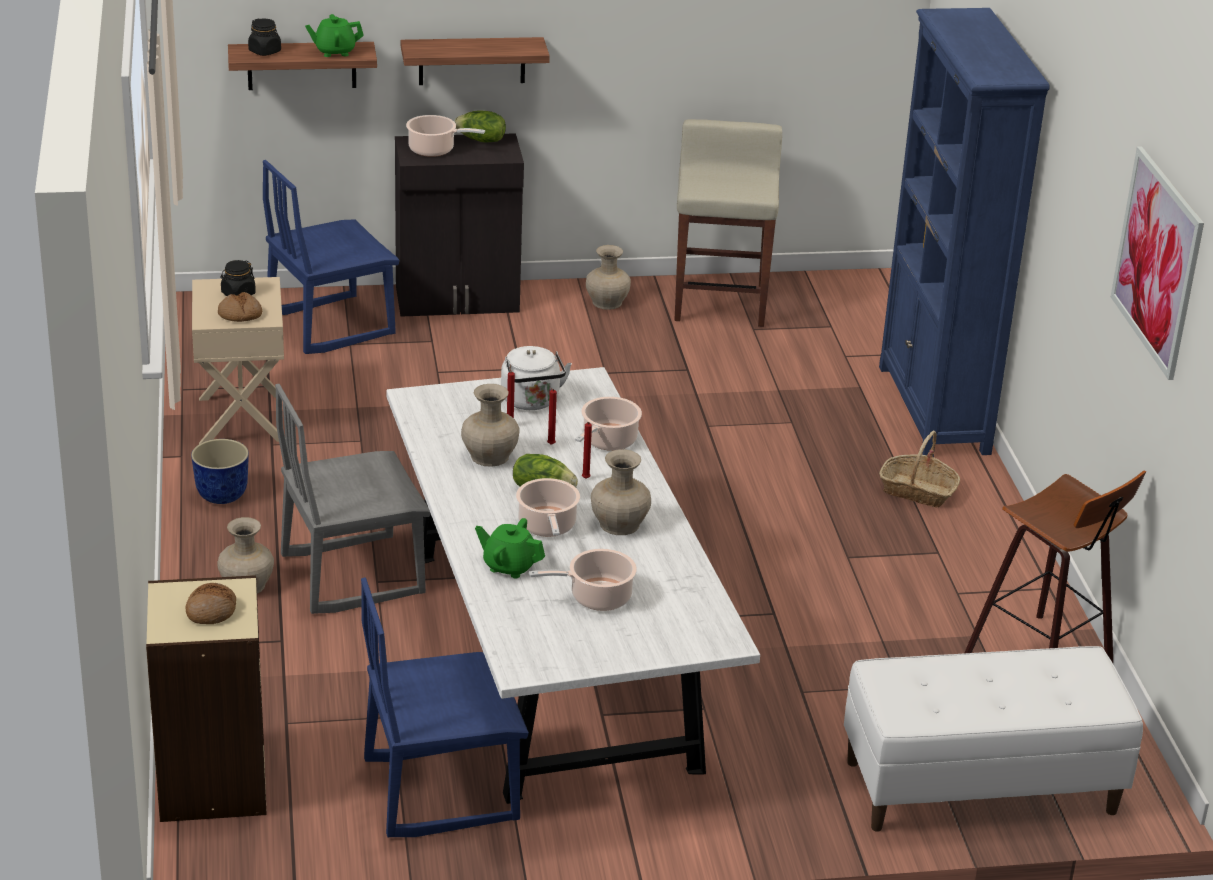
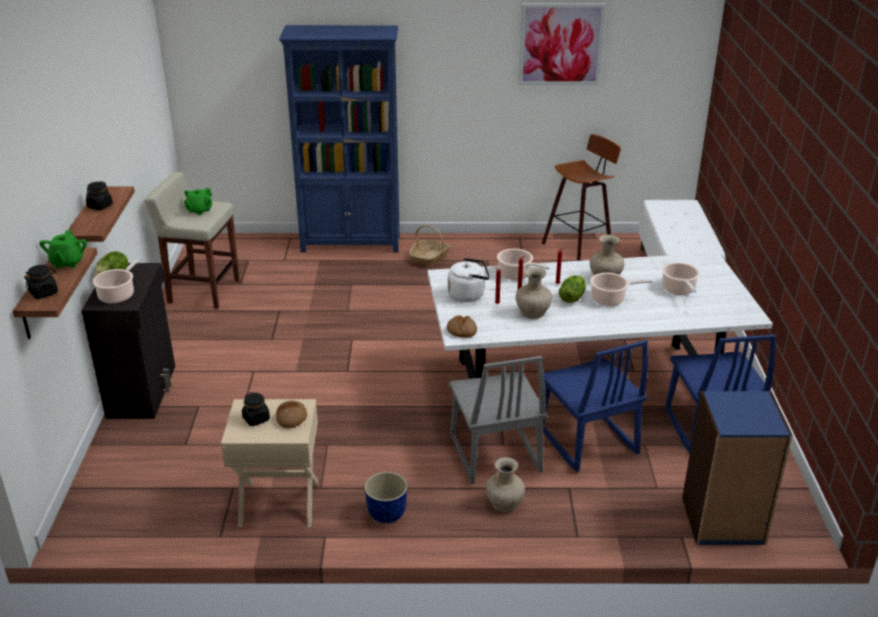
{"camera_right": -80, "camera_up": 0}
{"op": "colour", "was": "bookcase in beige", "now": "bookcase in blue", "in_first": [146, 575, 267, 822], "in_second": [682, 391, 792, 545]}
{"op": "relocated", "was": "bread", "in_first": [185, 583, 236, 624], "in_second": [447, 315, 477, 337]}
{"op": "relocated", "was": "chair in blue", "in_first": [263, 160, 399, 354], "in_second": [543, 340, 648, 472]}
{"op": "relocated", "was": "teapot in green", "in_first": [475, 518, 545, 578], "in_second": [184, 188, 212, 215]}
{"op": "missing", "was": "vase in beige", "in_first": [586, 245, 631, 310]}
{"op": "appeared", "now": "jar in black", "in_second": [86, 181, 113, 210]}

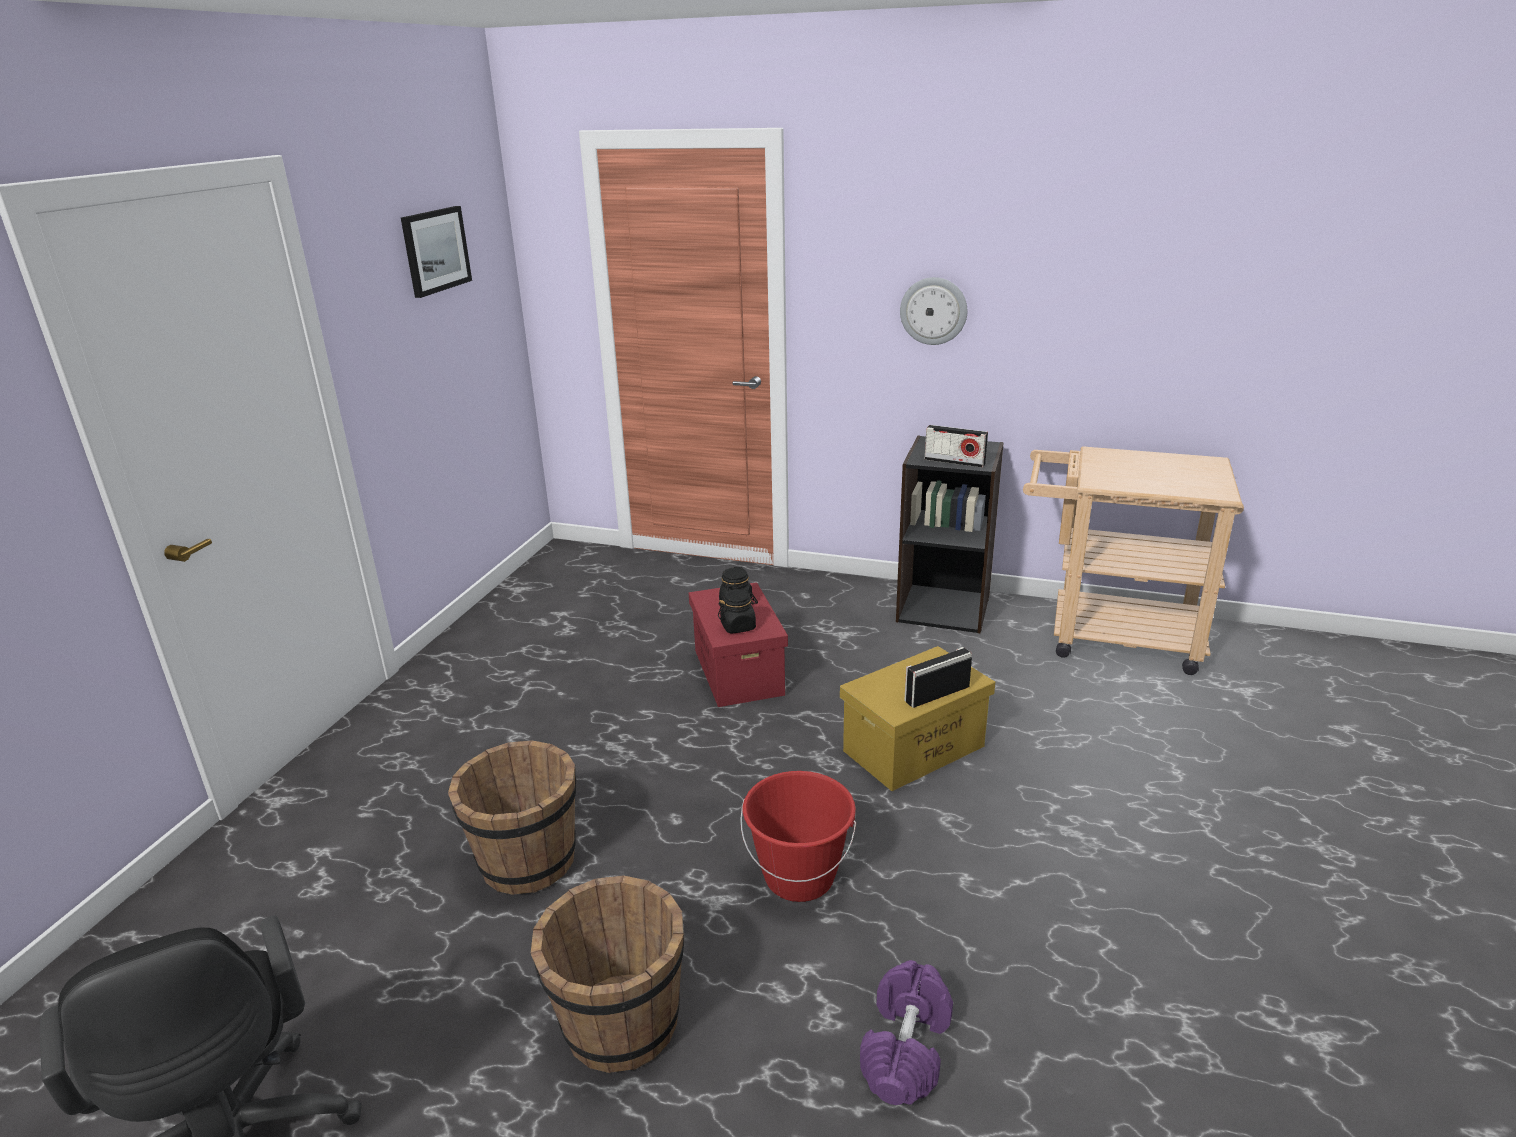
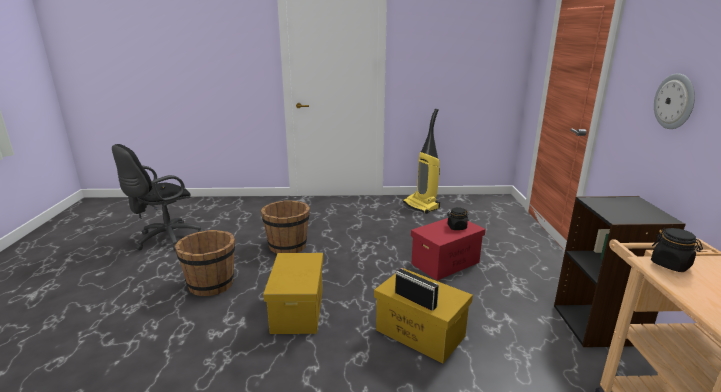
{"camera_right": 70, "camera_up": -5}
{"op": "missing", "was": "picture", "in_first": [401, 206, 472, 298]}
{"op": "relocated", "was": "jar in black", "in_first": [718, 589, 758, 633], "in_second": [651, 228, 703, 272]}
{"op": "exchanged", "was": "bucket in red", "now": "storage box in yellow", "in_first": [740, 771, 856, 902], "in_second": [263, 253, 323, 334]}
{"op": "missing", "was": "dumbbell in purple", "in_first": [860, 960, 953, 1105]}
{"op": "missing", "was": "radio", "in_first": [925, 425, 988, 468]}
{"op": "appeared", "now": "vacuum cleaner", "in_second": [403, 109, 440, 214]}

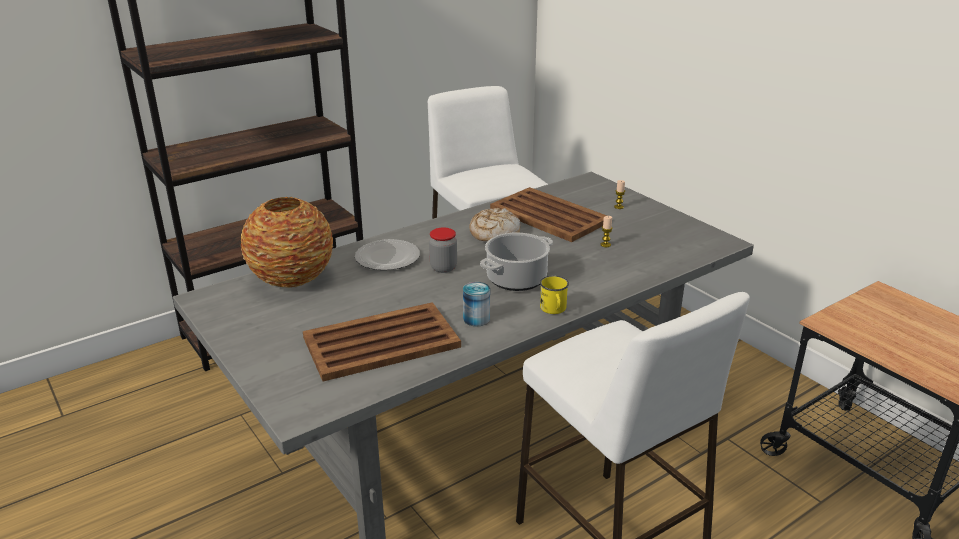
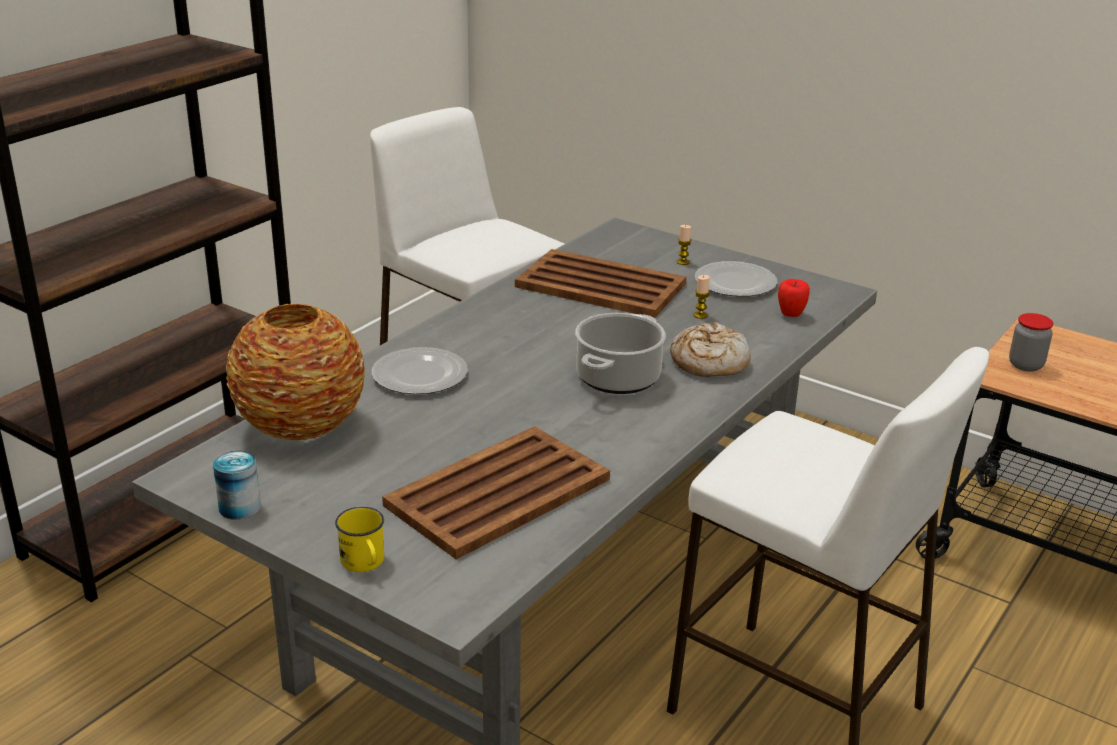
{"camera_right": -20, "camera_up": 0}
{"op": "relocated", "was": "jar", "in_first": [429, 227, 457, 273], "in_second": [1009, 313, 1054, 372]}
{"op": "relocated", "was": "can", "in_first": [463, 282, 490, 326], "in_second": [213, 450, 261, 520]}
{"op": "relocated", "was": "bread", "in_first": [469, 208, 520, 241], "in_second": [670, 322, 751, 377]}
{"op": "relocated", "was": "mug in yellow", "in_first": [540, 276, 569, 314], "in_second": [335, 507, 384, 572]}
{"op": "appeared", "now": "plate", "in_second": [695, 261, 777, 297]}
{"op": "appeared", "now": "apple", "in_second": [778, 279, 810, 317]}

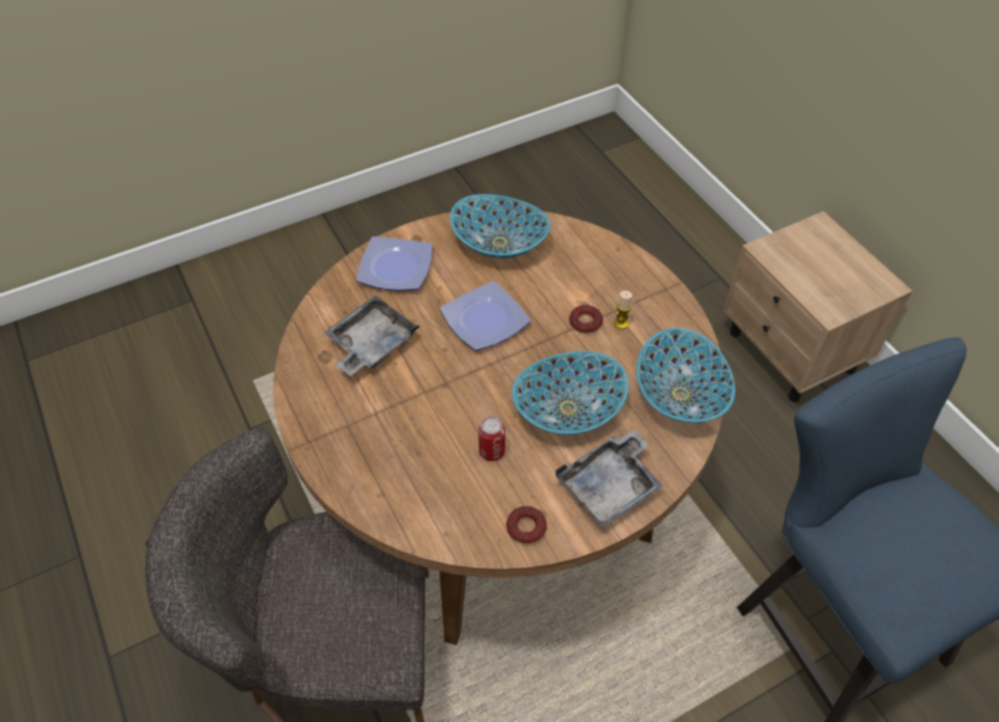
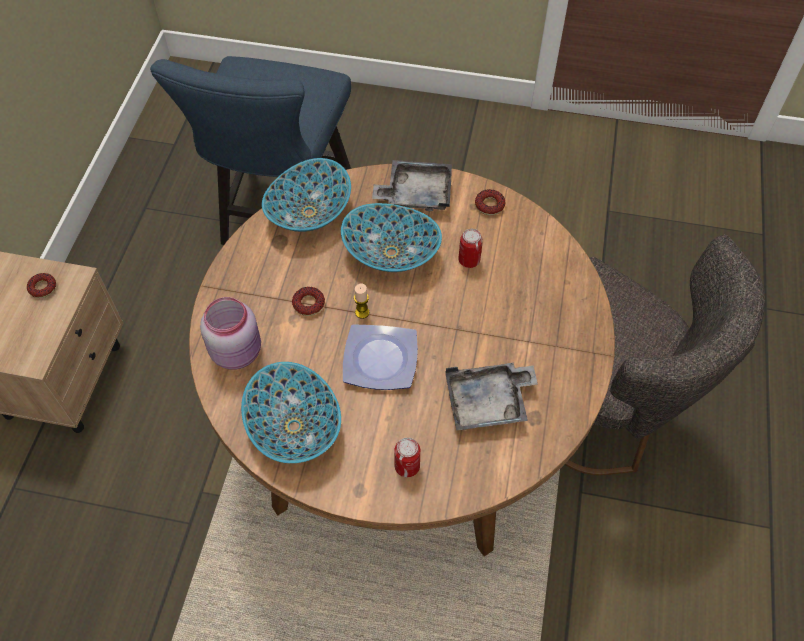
{"camera_right": -140, "camera_up": 5}
{"op": "exchanged", "was": "plate", "now": "can", "in_first": [356, 236, 433, 291], "in_second": [394, 438, 420, 478]}
{"op": "relocated", "was": "candle", "in_first": [614, 291, 632, 329], "in_second": [354, 284, 369, 319]}
{"op": "appeared", "now": "donut", "in_second": [27, 273, 56, 298]}
{"op": "appeared", "now": "jar in pink", "in_second": [200, 297, 261, 370]}

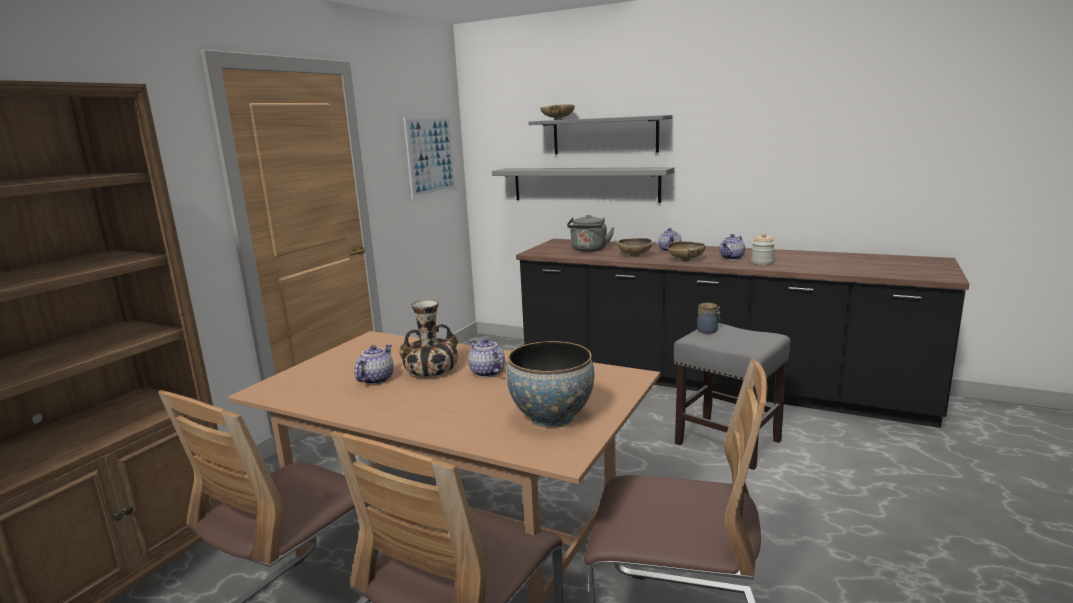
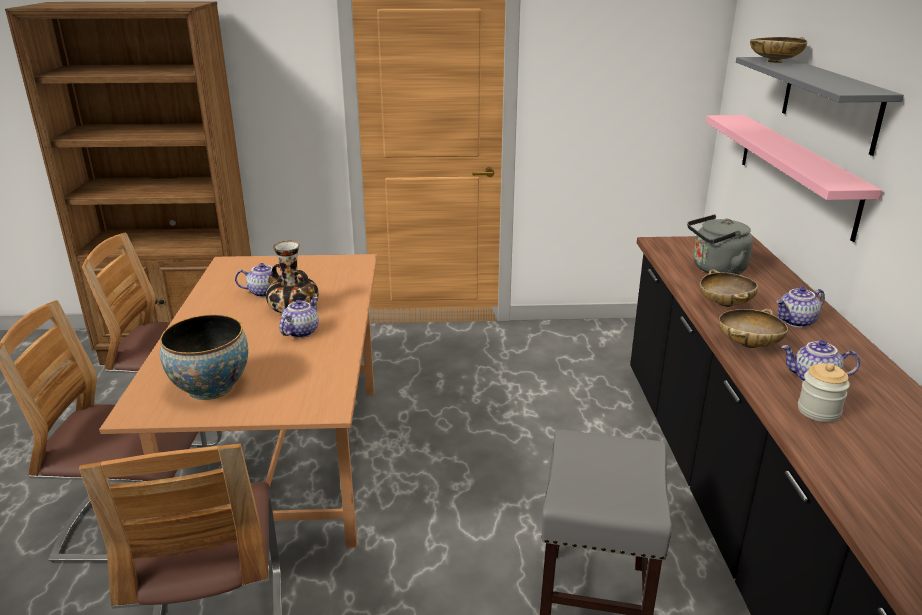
{"camera_right": 60, "camera_up": 10}
{"op": "missing", "was": "picture", "in_first": [404, 116, 457, 199]}
{"op": "colour", "was": "shelf in grey", "now": "shelf in pink", "in_first": [492, 167, 674, 203], "in_second": [706, 115, 882, 242]}
{"op": "missing", "was": "jar", "in_first": [697, 303, 720, 334]}

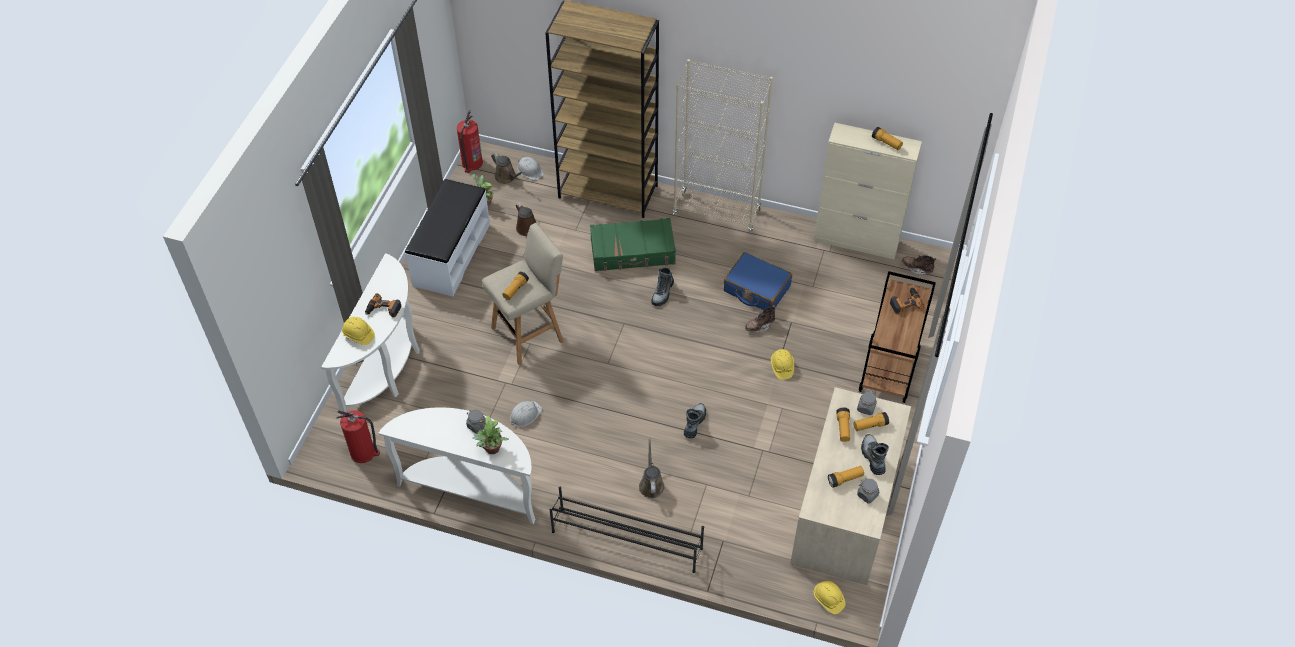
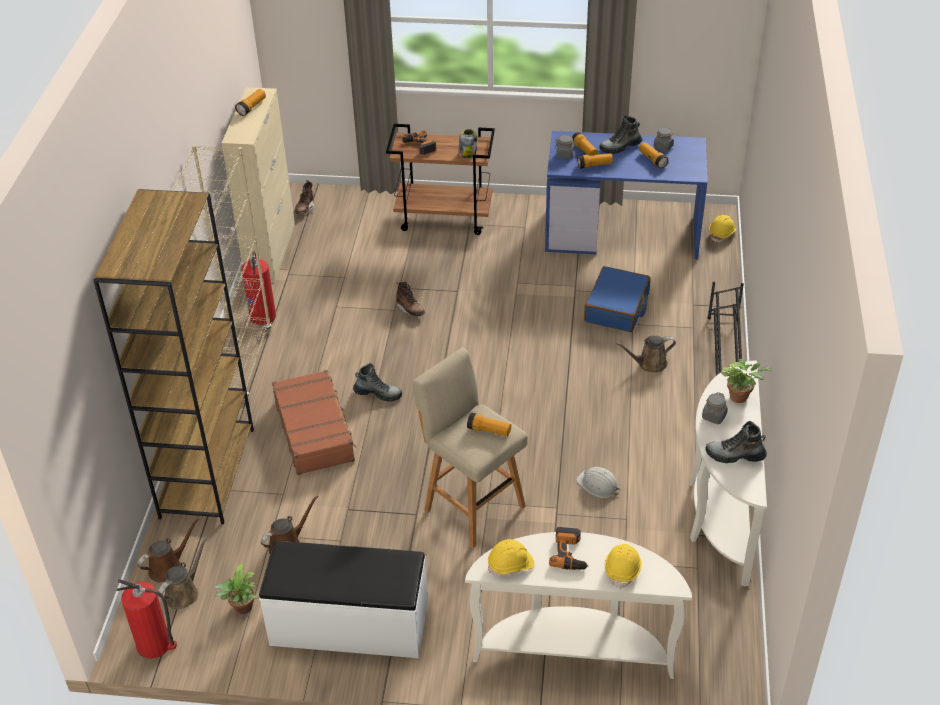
{"camera_right": -100, "camera_up": -10}
{"op": "relocated", "was": "fire extinguisher", "in_first": [336, 410, 380, 463], "in_second": [241, 252, 276, 325]}
{"op": "exchanged", "was": "hard hat in white", "now": "watering can in brown", "in_first": [517, 157, 544, 181], "in_second": [138, 518, 199, 582]}
{"op": "colour", "was": "suitcase in green", "now": "suitcase in brown", "in_first": [590, 218, 676, 271], "in_second": [272, 370, 357, 475]}
{"op": "relocated", "was": "boot", "in_first": [684, 403, 706, 438], "in_second": [705, 421, 767, 463]}
{"op": "relocated", "was": "suitcase in blue", "in_first": [724, 252, 792, 310], "in_second": [584, 266, 651, 332]}
{"op": "relocated", "was": "hard hat in yellow", "in_first": [771, 349, 794, 380], "in_second": [488, 539, 535, 576]}
{"op": "colour", "was": "desk in beige", "now": "desk in blue", "in_first": [790, 387, 911, 585], "in_second": [545, 131, 707, 259]}
{"op": "appeared", "now": "jar", "in_second": [458, 129, 477, 158]}

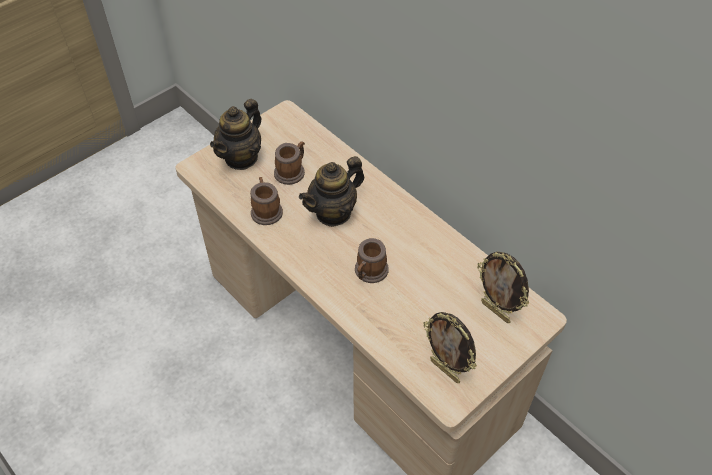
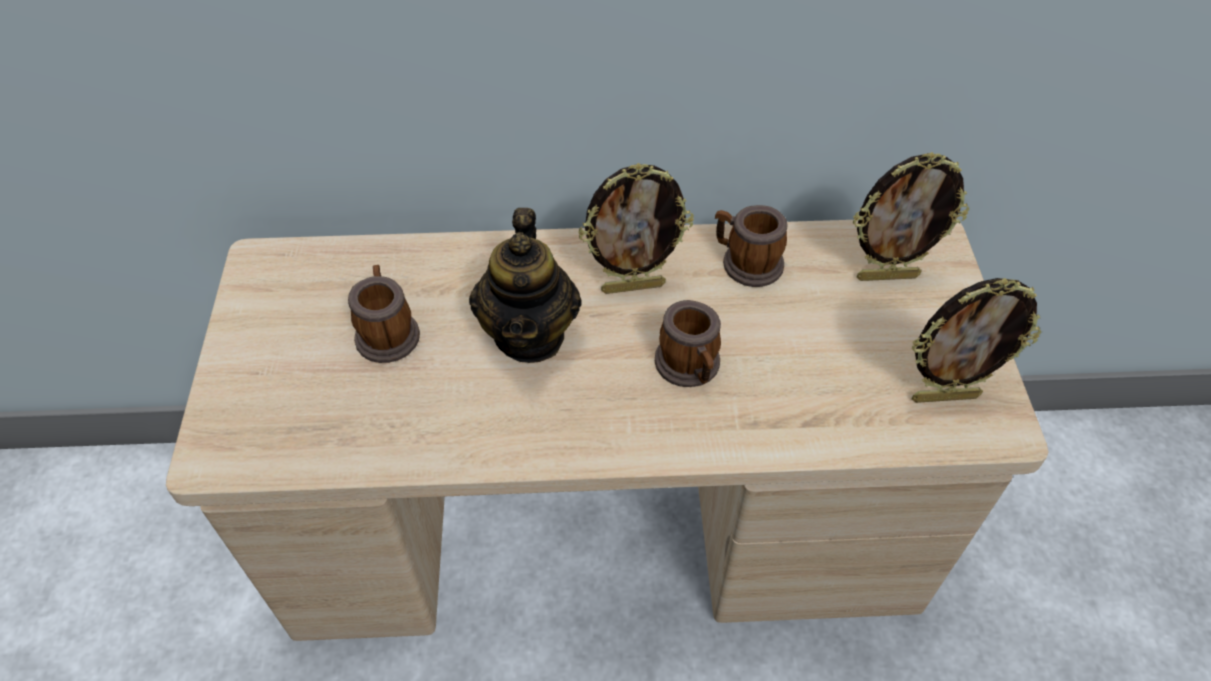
{"camera_right": -50, "camera_up": 0}
{"op": "missing", "was": "teapot", "in_first": [210, 99, 262, 170]}
{"op": "relocated", "was": "mug", "in_first": [250, 177, 283, 225], "in_second": [715, 205, 787, 287]}
{"op": "appeared", "now": "picture frame", "in_second": [578, 163, 694, 294]}

